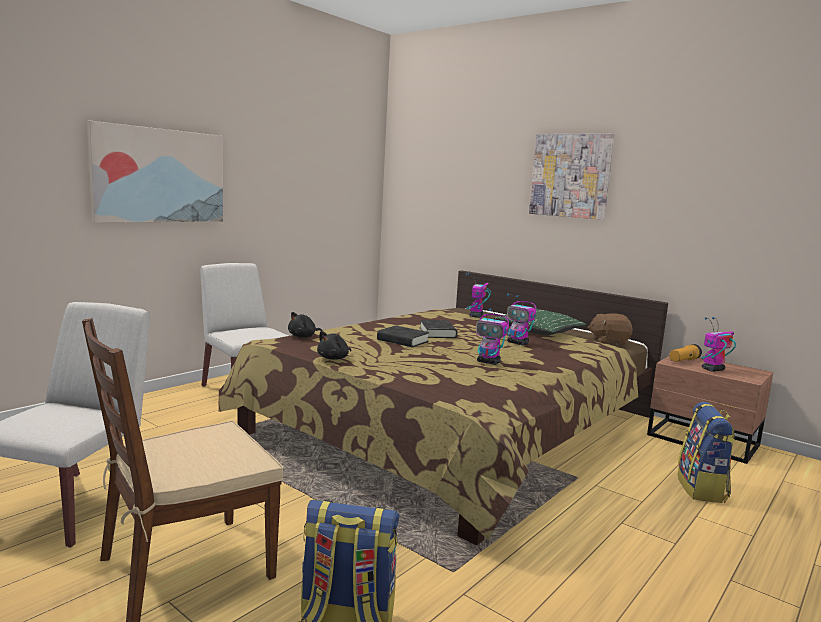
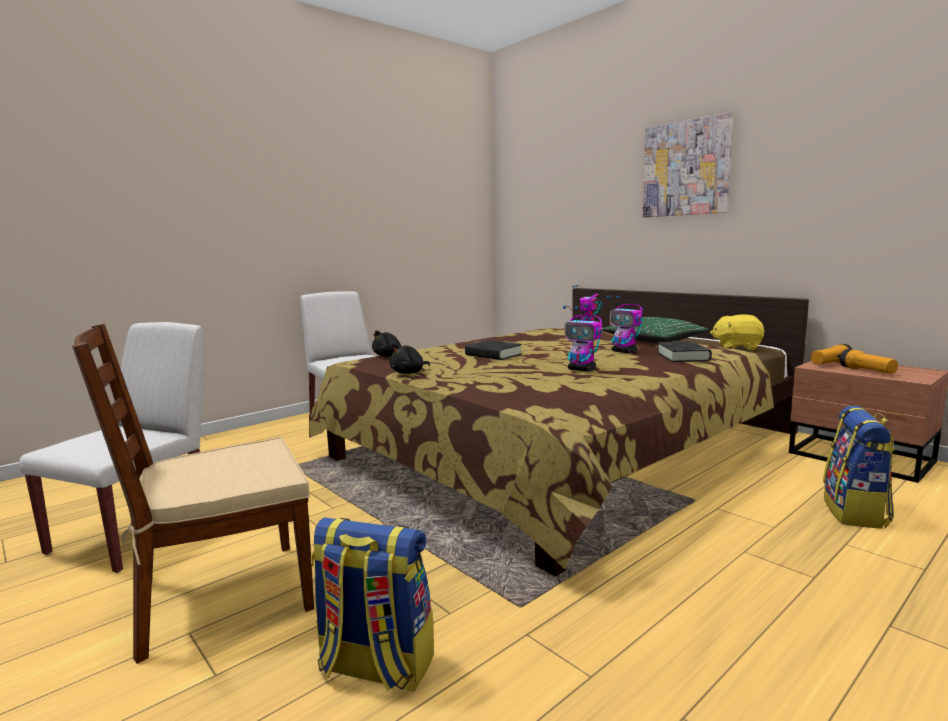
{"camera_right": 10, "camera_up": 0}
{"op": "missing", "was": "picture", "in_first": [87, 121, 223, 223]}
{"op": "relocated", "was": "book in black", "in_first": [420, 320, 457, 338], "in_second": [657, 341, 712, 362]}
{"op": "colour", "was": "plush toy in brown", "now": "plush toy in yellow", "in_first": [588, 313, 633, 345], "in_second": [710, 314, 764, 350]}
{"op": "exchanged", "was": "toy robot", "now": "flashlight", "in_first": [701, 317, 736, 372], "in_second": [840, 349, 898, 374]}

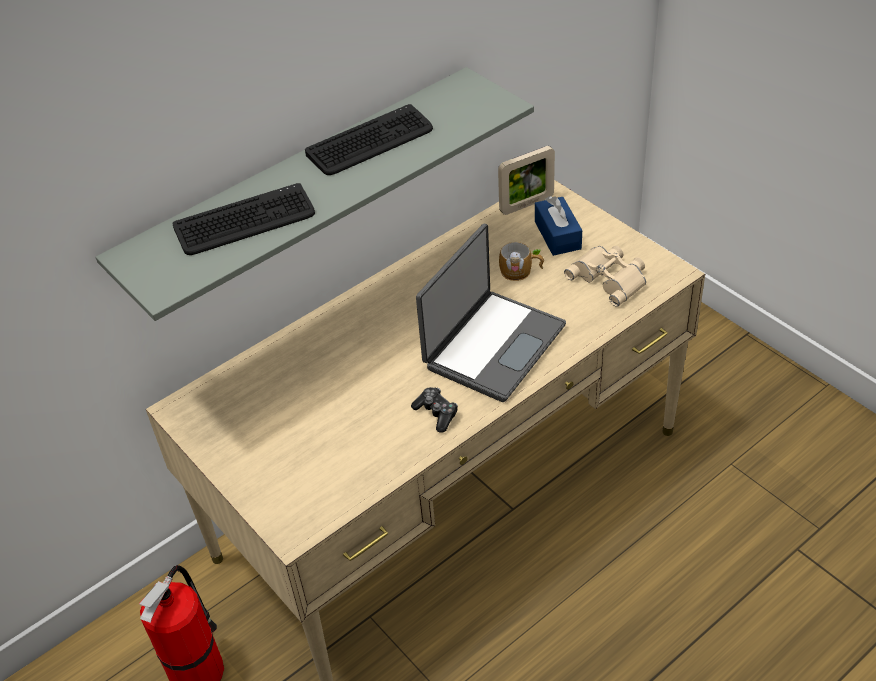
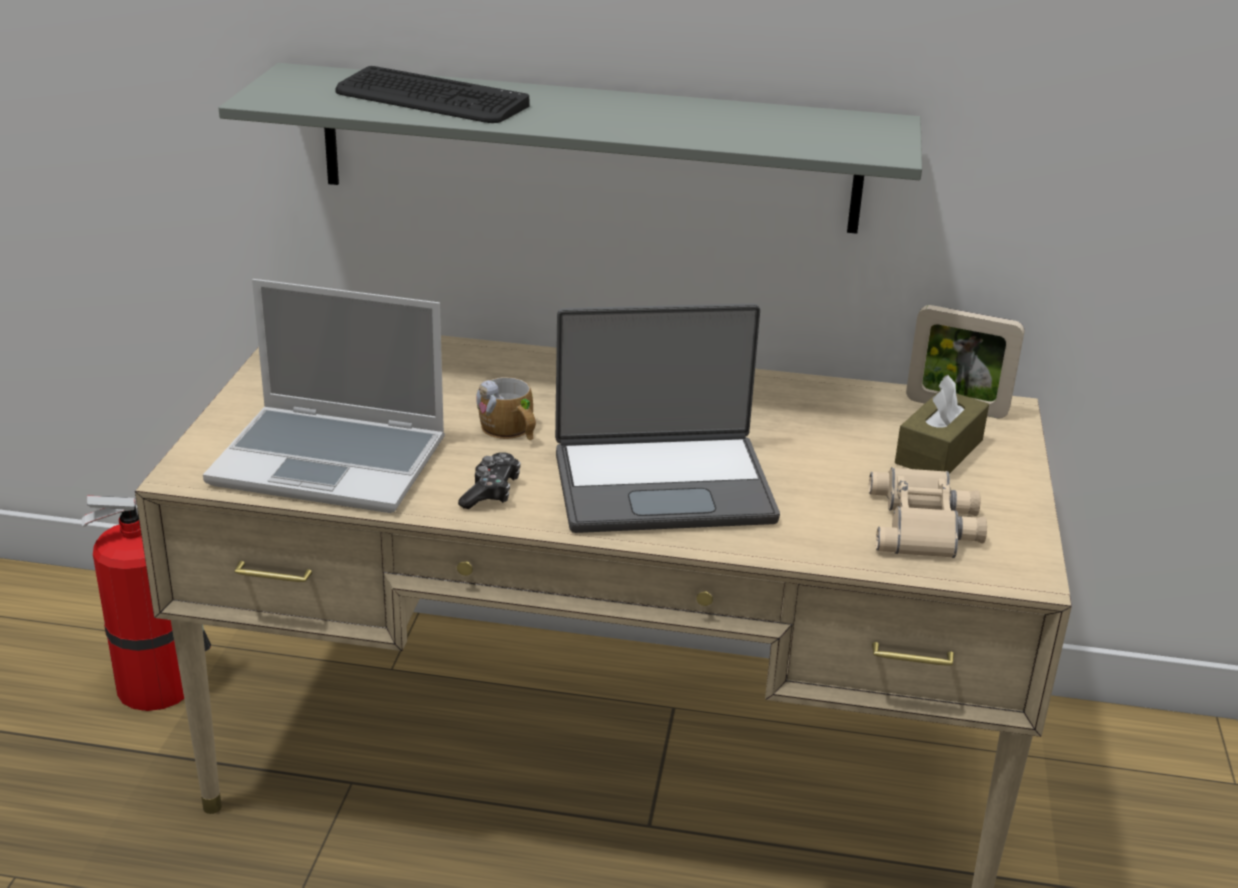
{"camera_right": 45, "camera_up": -15}
{"op": "missing", "was": "keyboard", "in_first": [305, 104, 433, 175]}
{"op": "relocated", "was": "mug", "in_first": [499, 242, 544, 281], "in_second": [476, 377, 536, 440]}
{"op": "colour", "was": "tissue box in blue", "now": "tissue box in brown", "in_first": [535, 196, 582, 256], "in_second": [895, 375, 989, 474]}
{"op": "appeared", "now": "laptop", "in_second": [203, 279, 445, 513]}

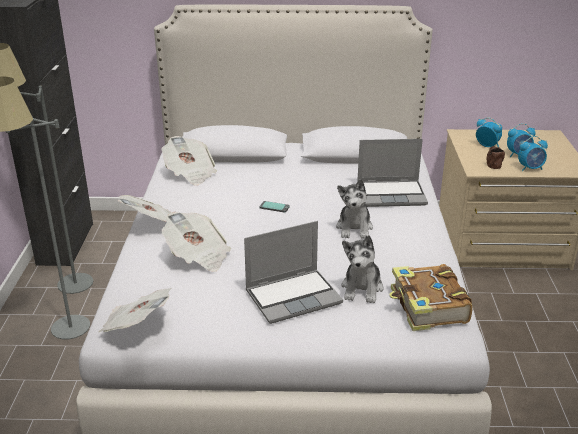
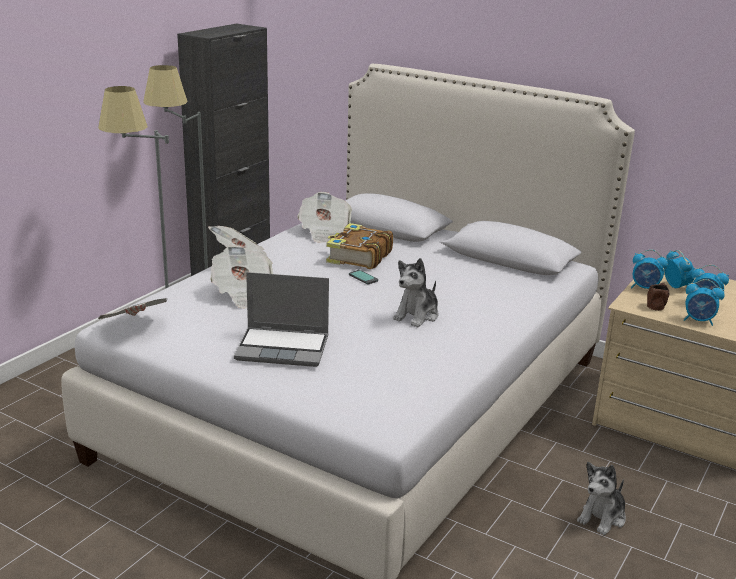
{"camera_right": 30, "camera_up": -5}
{"op": "relocated", "was": "plush toy", "in_first": [341, 235, 383, 303], "in_second": [577, 462, 626, 535]}
{"op": "missing", "was": "laptop", "in_first": [357, 139, 428, 207]}
{"op": "relocated", "was": "book", "in_first": [389, 264, 473, 331], "in_second": [326, 223, 393, 269]}
{"op": "appeared", "now": "alarm clock", "in_second": [631, 249, 668, 289]}

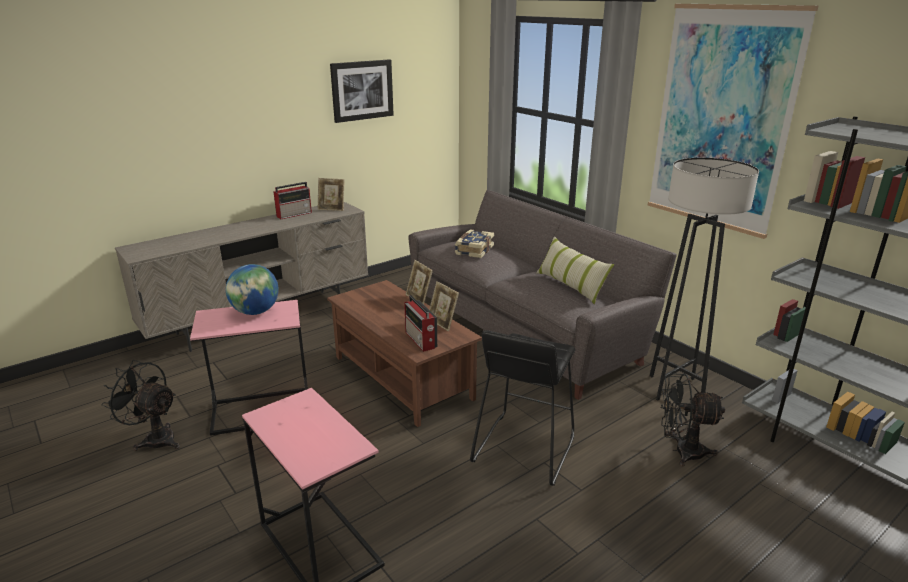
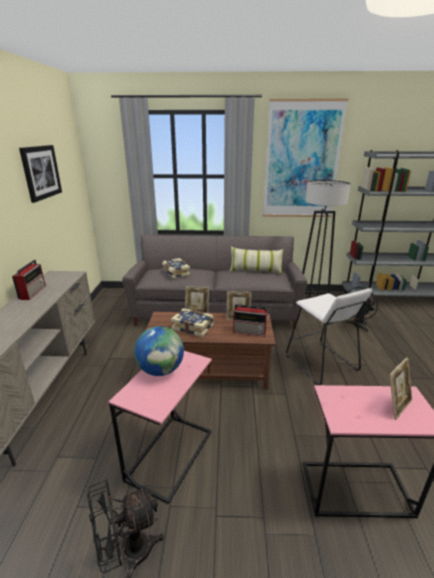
{"camera_right": -50, "camera_up": 0}
{"op": "relocated", "was": "picture frame", "in_first": [318, 178, 345, 211], "in_second": [389, 357, 413, 420]}
{"op": "colour", "was": "stool in black", "now": "stool in white", "in_first": [470, 330, 576, 486], "in_second": [286, 288, 372, 385]}
{"op": "appeared", "now": "book", "in_second": [171, 308, 214, 337]}

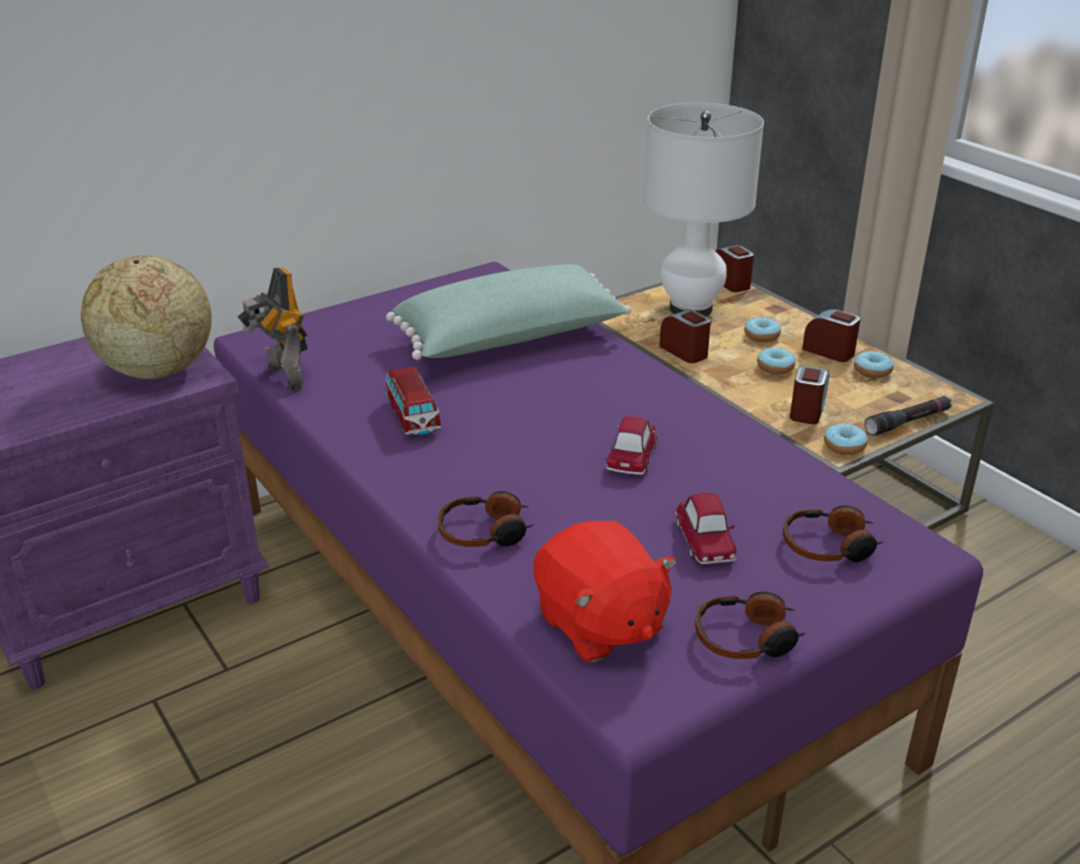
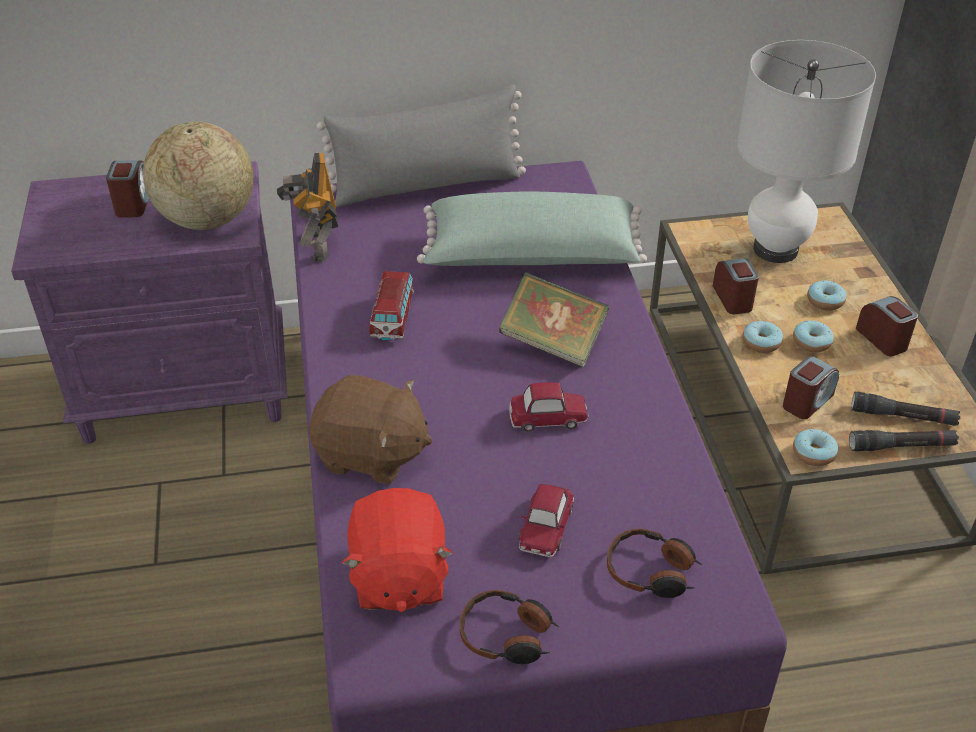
{"camera_right": 25, "camera_up": 10}
{"op": "exchanged", "was": "headphones", "now": "plush toy in brown", "in_first": [438, 491, 534, 547], "in_second": [309, 375, 432, 485]}
{"op": "spun", "was": "toy car", "in_first": [606, 416, 657, 475], "in_second": [509, 382, 589, 432], "clockwise": 45}
{"op": "relocated", "was": "alarm clock", "in_first": [715, 245, 754, 292], "in_second": [106, 160, 149, 218]}
{"op": "relocated", "was": "donut", "in_first": [854, 351, 894, 378], "in_second": [743, 321, 783, 353]}
{"op": "appeared", "now": "pillow in grey", "in_second": [317, 84, 526, 207]}
{"op": "appeared", "now": "book", "in_second": [499, 272, 609, 367]}
{"op": "appeared", "now": "flashlight in black", "in_second": [851, 392, 960, 426]}

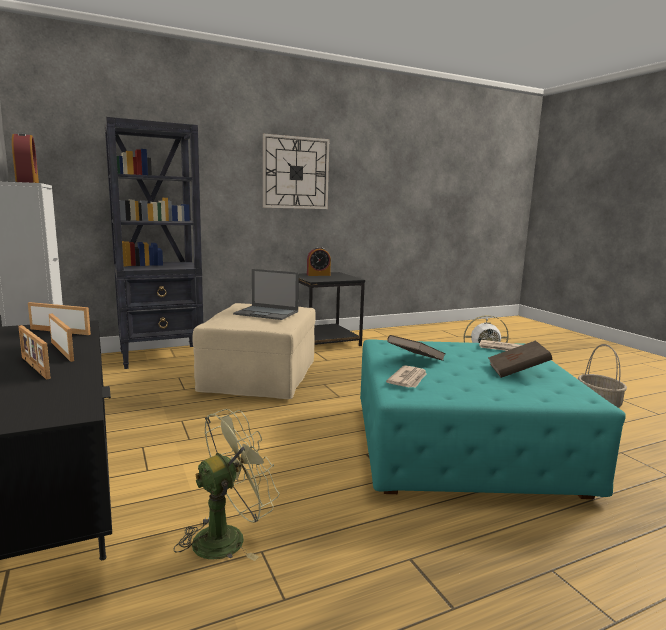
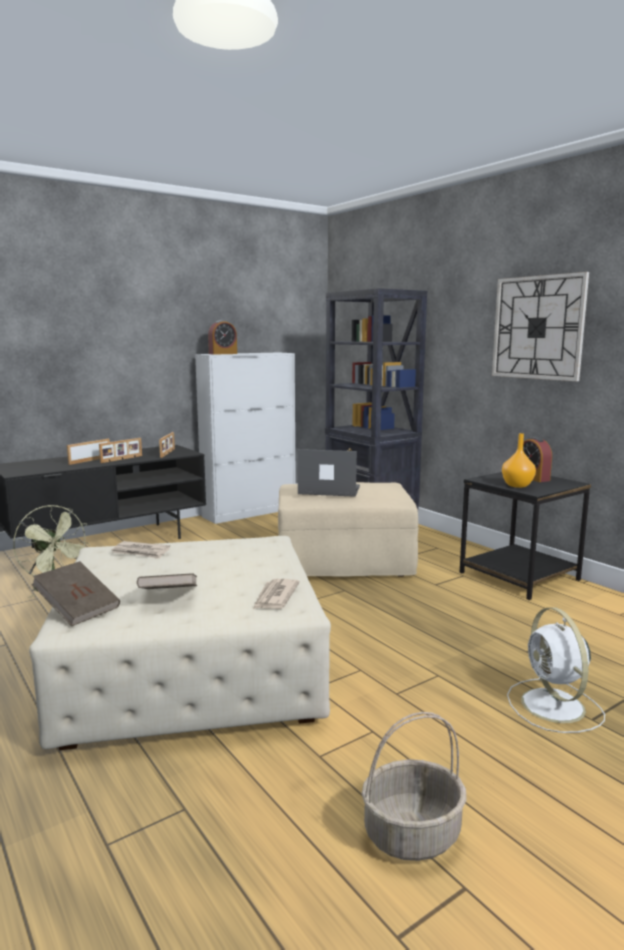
{"camera_right": 80, "camera_up": 0}
{"op": "spun", "was": "laptop", "in_first": [233, 269, 299, 320], "in_second": [298, 449, 360, 497], "clockwise": 90}
{"op": "colour", "was": "ottoman in turquoise", "now": "ottoman in beige", "in_first": [360, 339, 626, 499], "in_second": [29, 536, 331, 750]}
{"op": "relocated", "was": "book in brown", "in_first": [387, 335, 446, 361], "in_second": [32, 561, 120, 626]}
{"op": "appeared", "now": "vase in orange", "in_second": [502, 433, 536, 488]}

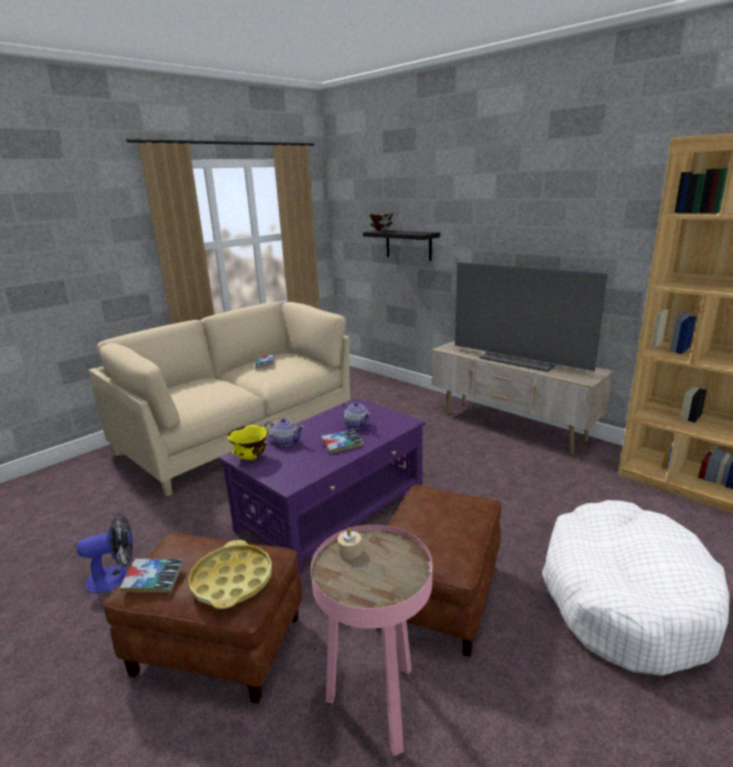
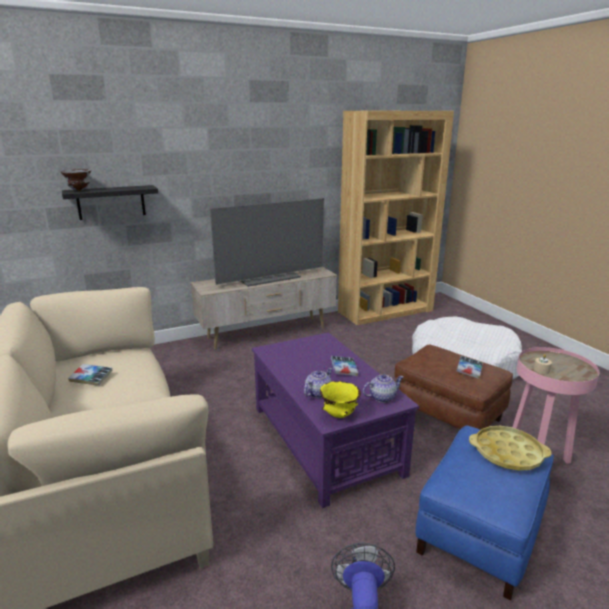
{"camera_right": -70, "camera_up": 0}
{"op": "colour", "was": "ottoman in brown", "now": "ottoman in blue", "in_first": [103, 533, 302, 704], "in_second": [415, 426, 554, 600]}
{"op": "relocated", "was": "book", "in_first": [120, 559, 184, 593], "in_second": [457, 356, 483, 379]}
{"op": "relocated", "was": "teapot", "in_first": [342, 402, 371, 429], "in_second": [363, 374, 403, 403]}

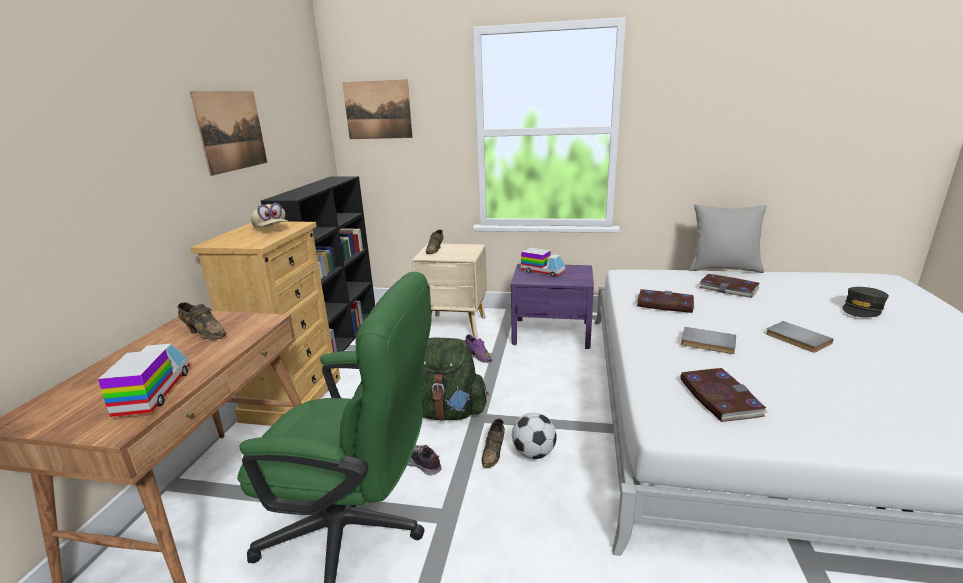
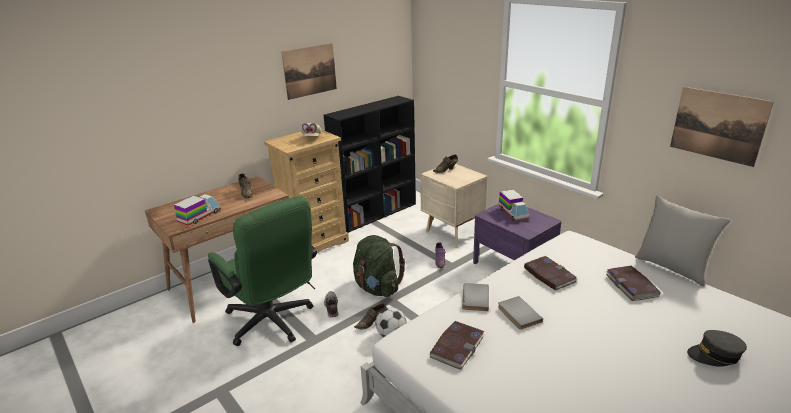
{"camera_right": 40, "camera_up": 5}
{"op": "relocated", "was": "picture", "in_first": [342, 79, 413, 139], "in_second": [670, 87, 774, 167]}
{"op": "relocated", "was": "book in grey", "in_first": [766, 321, 833, 353], "in_second": [462, 283, 489, 311]}

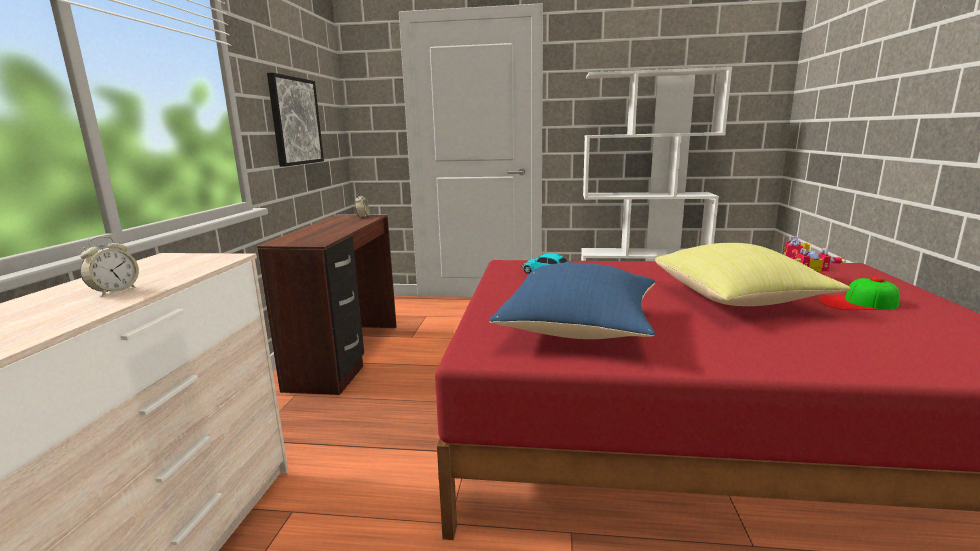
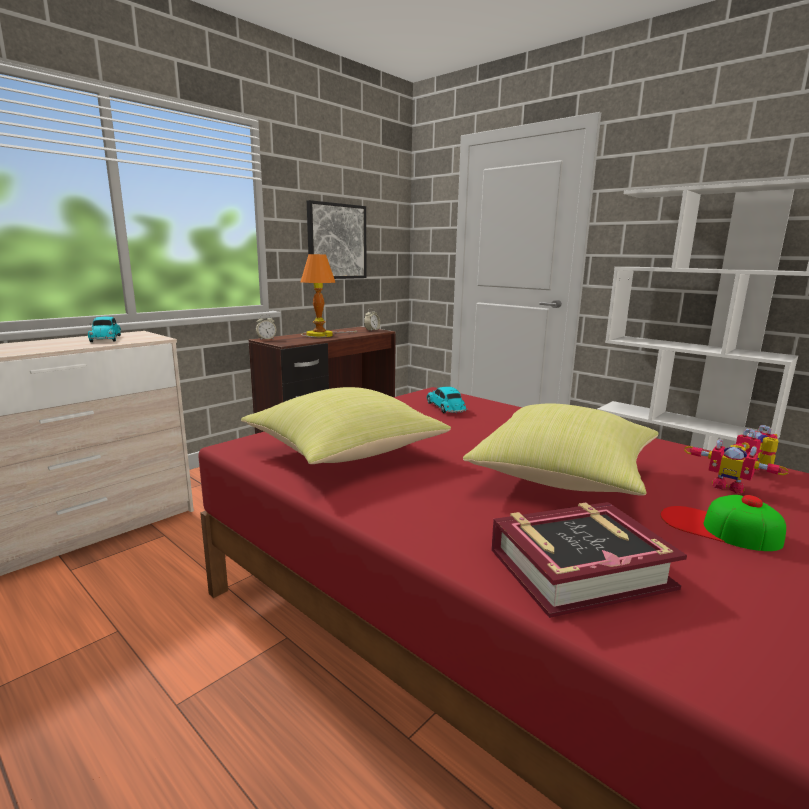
{"camera_right": 35, "camera_up": 0}
{"op": "relocated", "was": "alarm clock", "in_first": [80, 236, 139, 297], "in_second": [256, 314, 276, 340]}
{"op": "colour", "was": "pillow in blue", "now": "pillow in yellow", "in_first": [489, 263, 655, 339], "in_second": [241, 387, 451, 464]}
{"op": "appeared", "now": "toy car", "in_second": [88, 316, 121, 342]}
{"op": "appeared", "now": "table lamp", "in_second": [300, 254, 358, 337]}
{"op": "appeared", "now": "book", "in_second": [491, 502, 687, 618]}

